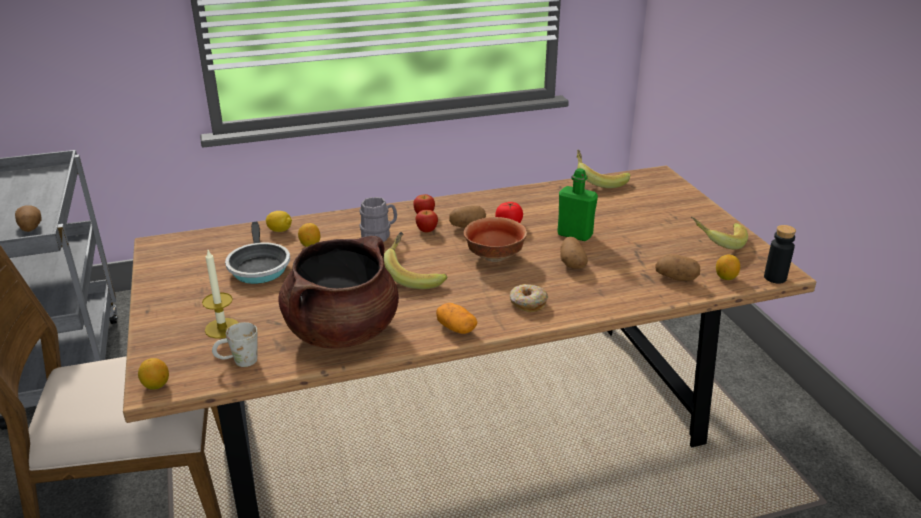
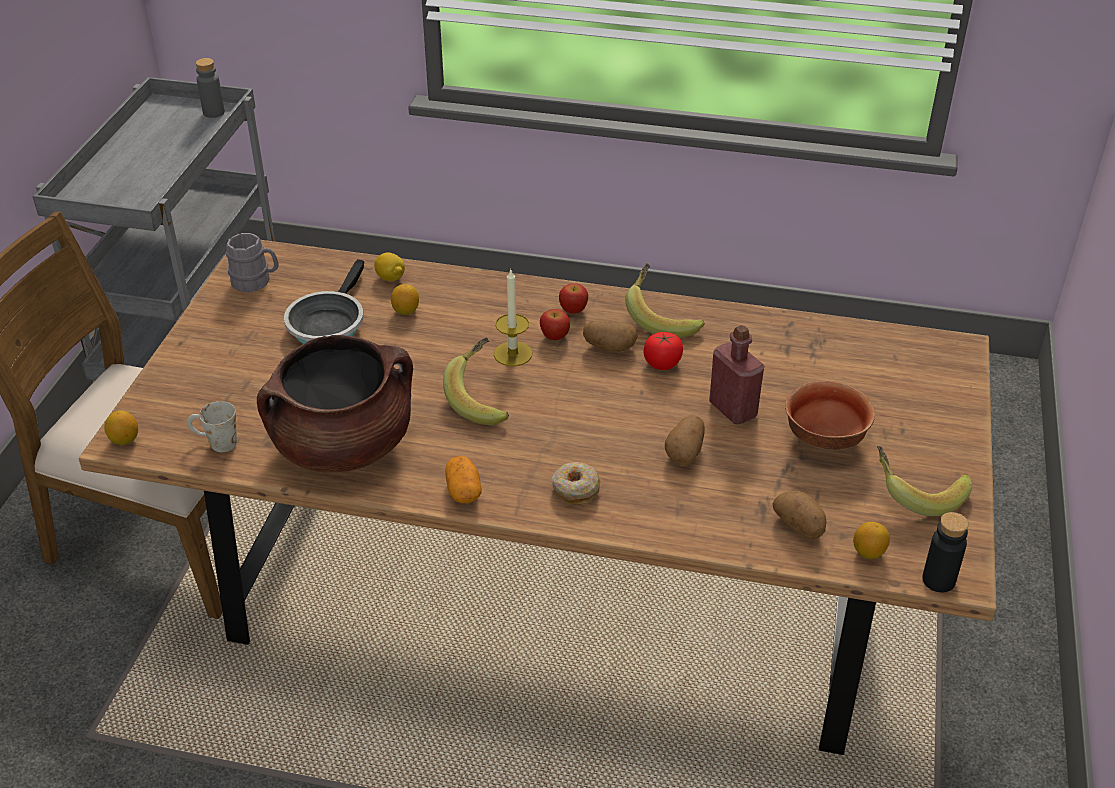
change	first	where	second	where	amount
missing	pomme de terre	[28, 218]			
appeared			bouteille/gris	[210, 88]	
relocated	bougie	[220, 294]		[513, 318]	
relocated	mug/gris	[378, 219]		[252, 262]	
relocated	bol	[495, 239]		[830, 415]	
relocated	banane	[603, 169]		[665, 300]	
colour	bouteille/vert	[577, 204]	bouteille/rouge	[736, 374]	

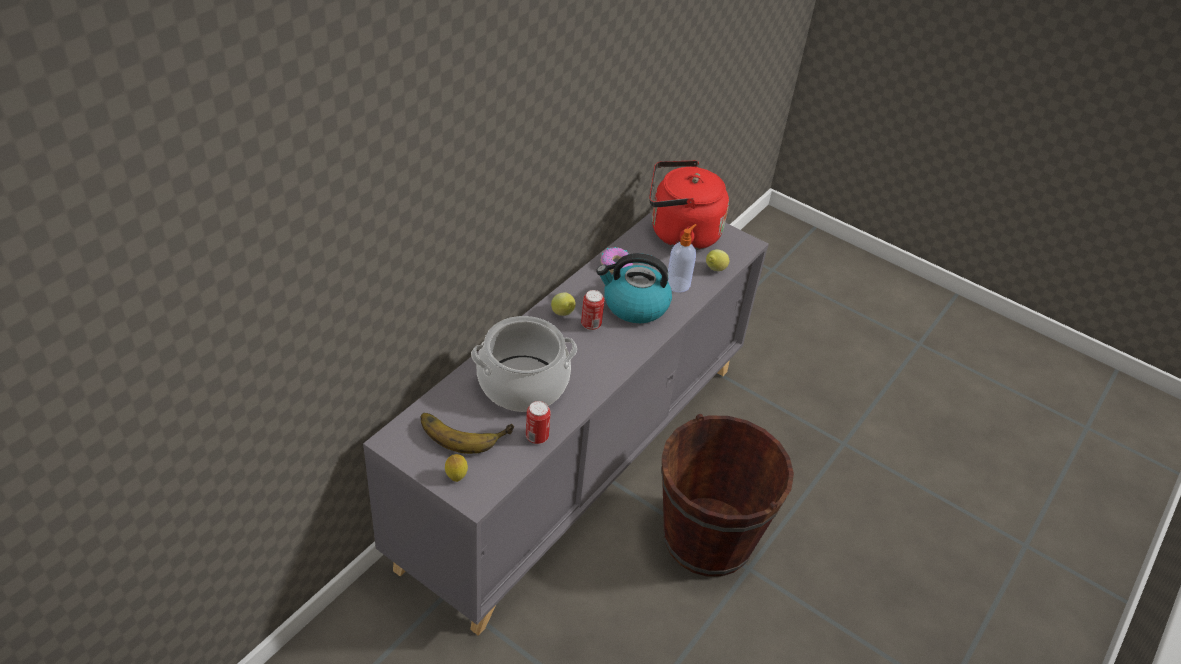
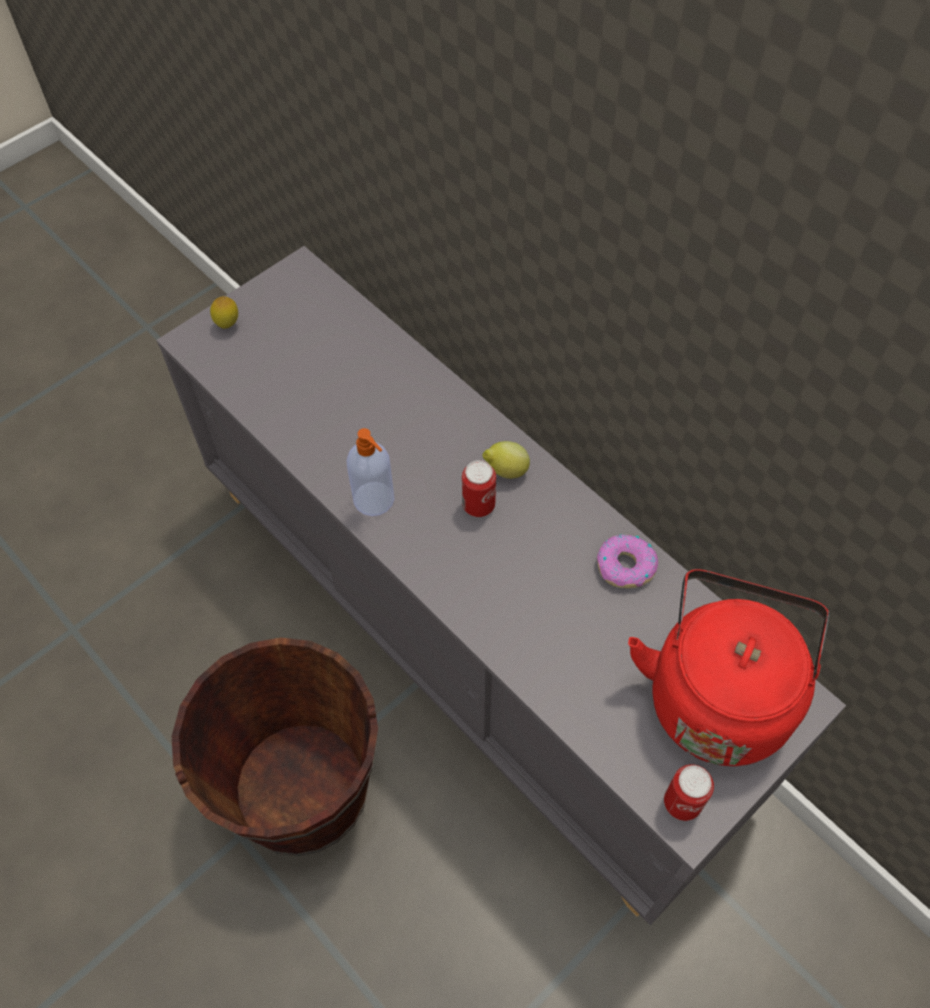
change	first	where	second	where	amount
missing	banane	[467, 433]			
missing	marmite	[524, 364]			
missing	bouilloire	[634, 288]			
missing	citron	[717, 260]			
relocated	boîte métallique	[538, 422]		[689, 792]	
relocated	distributeur de savon	[682, 258]		[370, 472]	

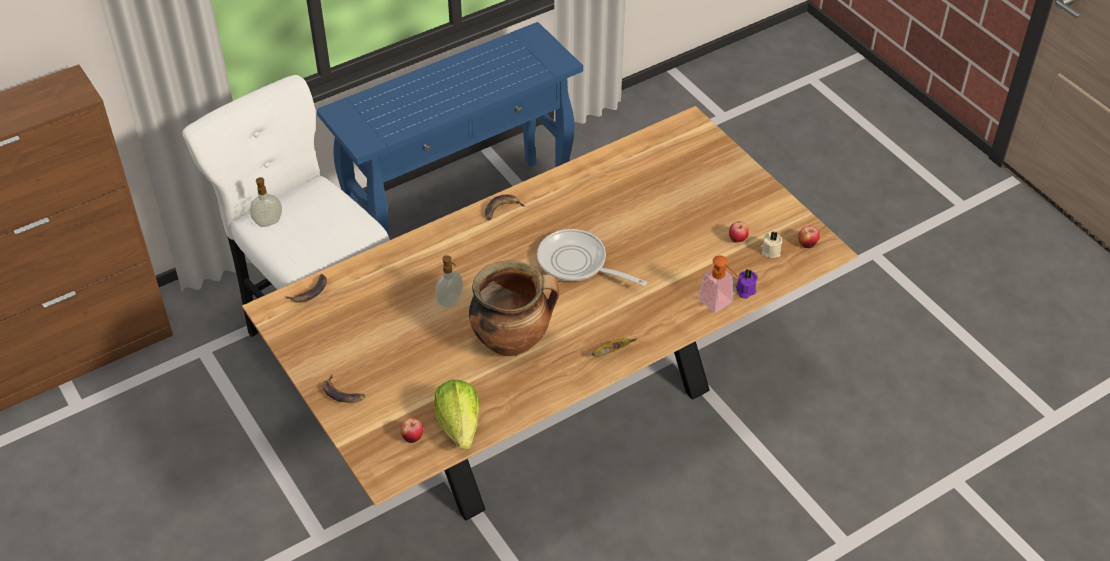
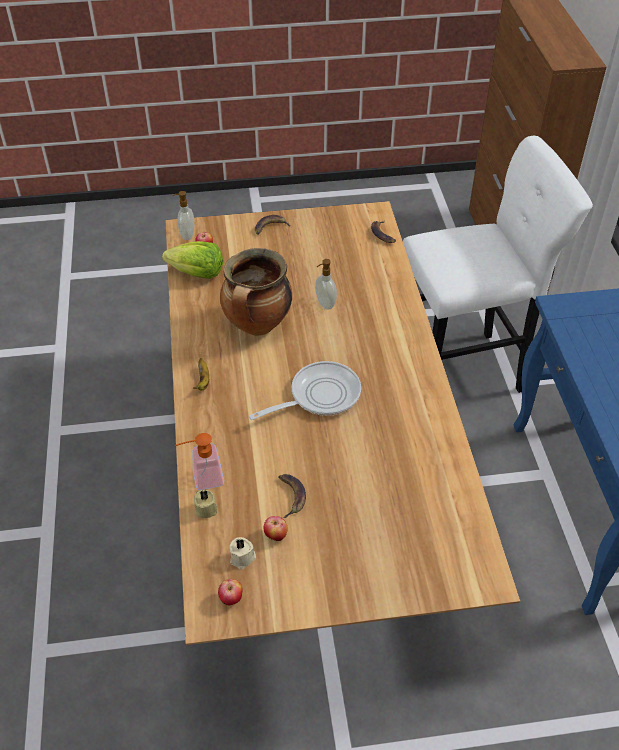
change	first	where	second	where	amount
relocated	distributeur de savon	[266, 202]		[183, 215]	
relocated	banane	[504, 207]		[292, 496]	
colour	bougie/violet	[747, 284]	bougie/beige	[205, 504]	

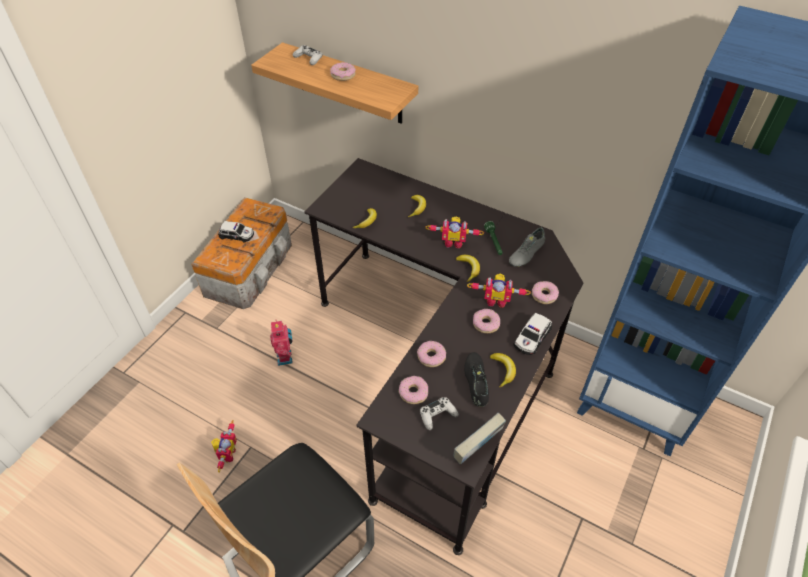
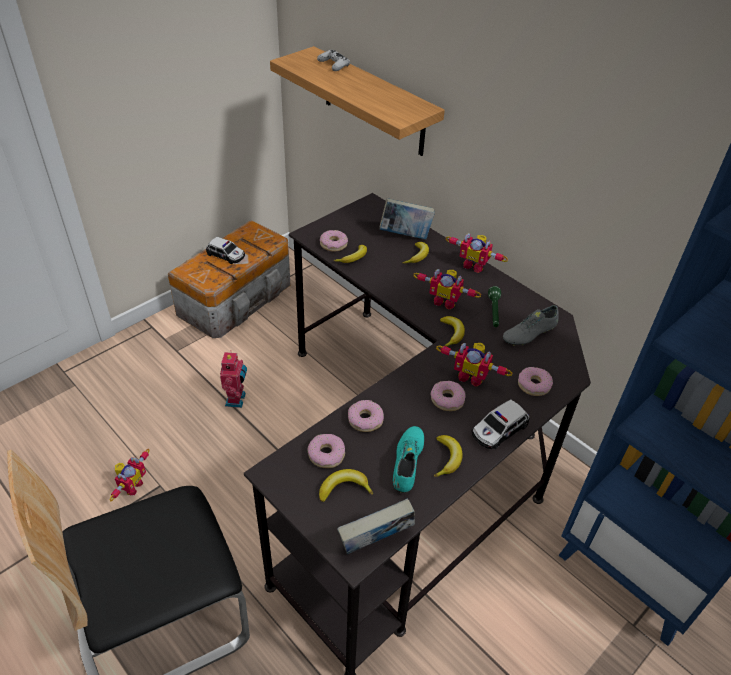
change	first	where	second	where	amount
appeared			livre	[407, 218]	
appeared			robot jouet	[477, 253]	
relocated	beignet	[343, 71]		[334, 241]	
exchanged	manette/blanc	[439, 413]	banane	[346, 485]	
colour	chaussure/noir	[476, 379]	chaussure/turquoise	[408, 459]	

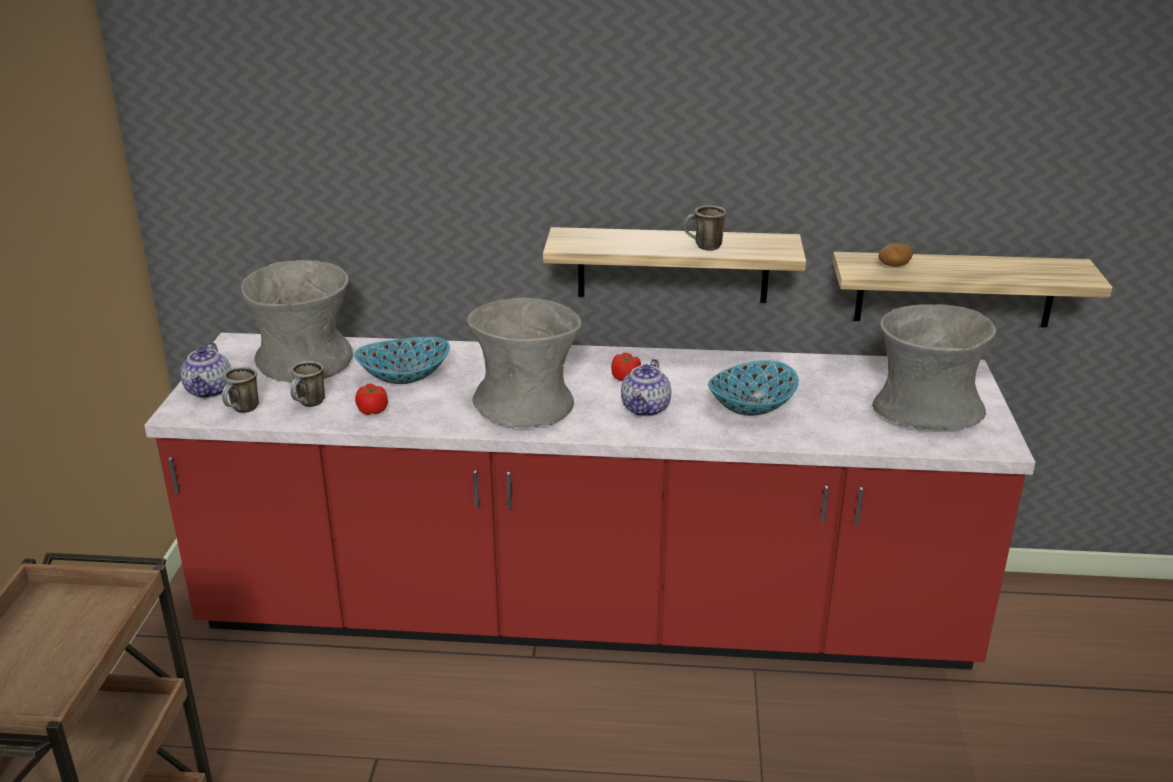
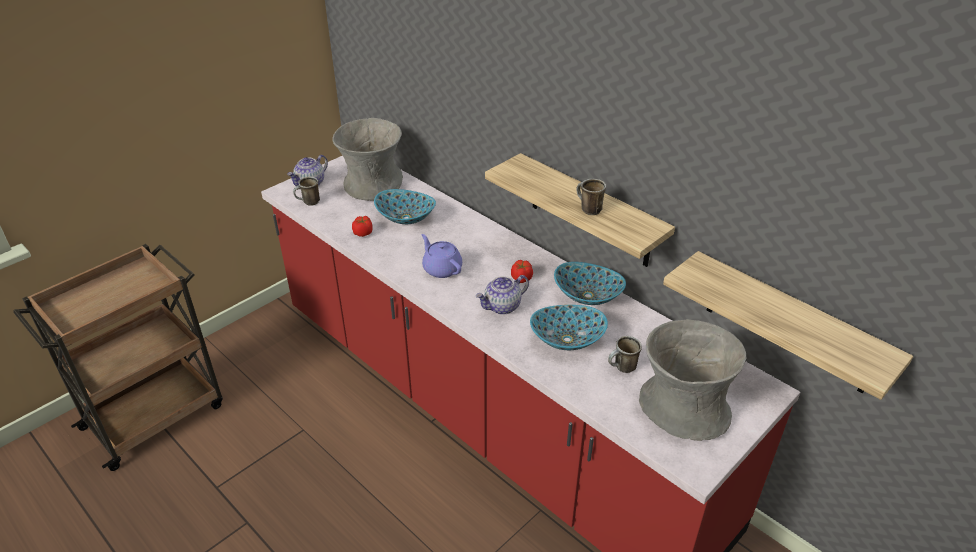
change	first	where	second	where	amount
missing	pomme de terre	[895, 255]			
appeared			bol	[590, 283]	
relocated	mug	[307, 384]		[625, 354]	
exchanged	vase/gris	[524, 362]	théière/violet	[442, 256]	

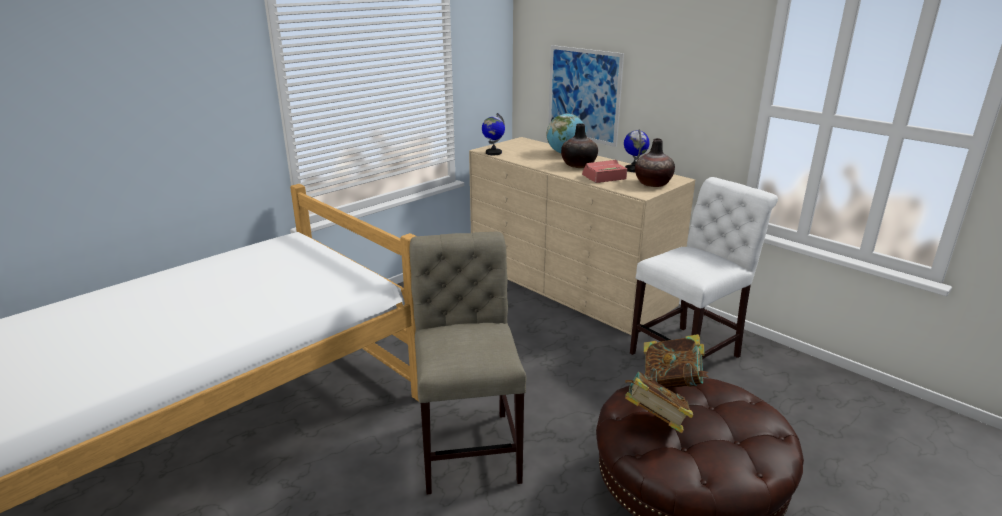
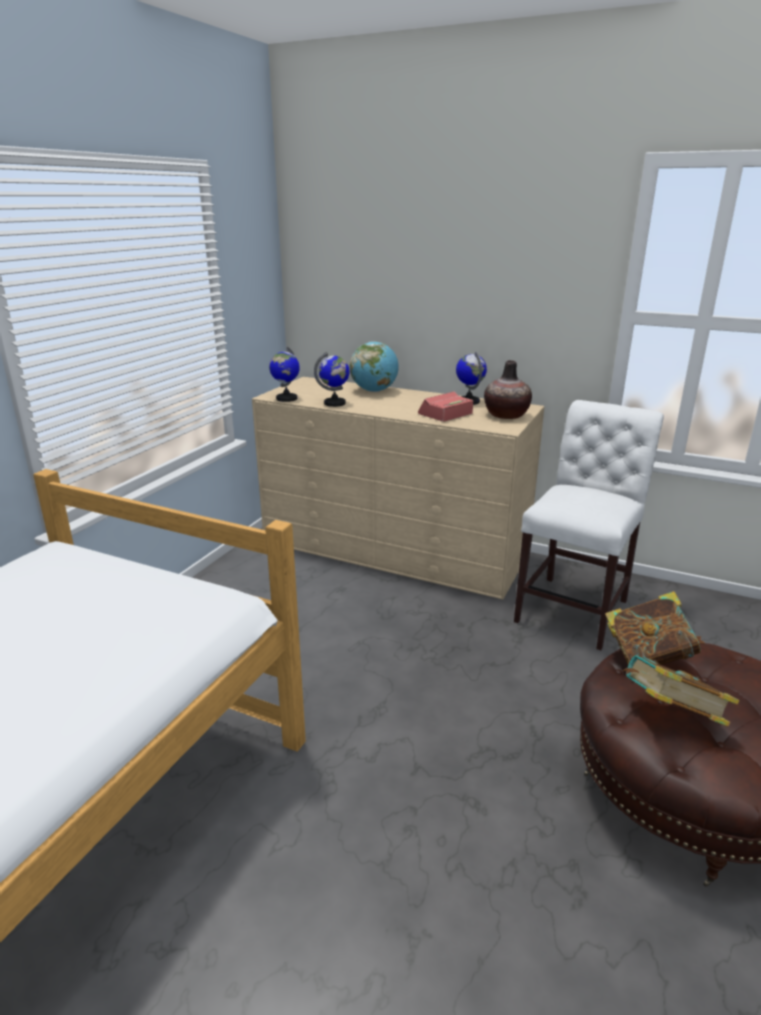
change	first	where	second	where	amount
missing	chaise/beige	[467, 363]			
missing	tableau	[586, 96]			
missing	vase	[579, 145]			
appeared			globe	[332, 379]	

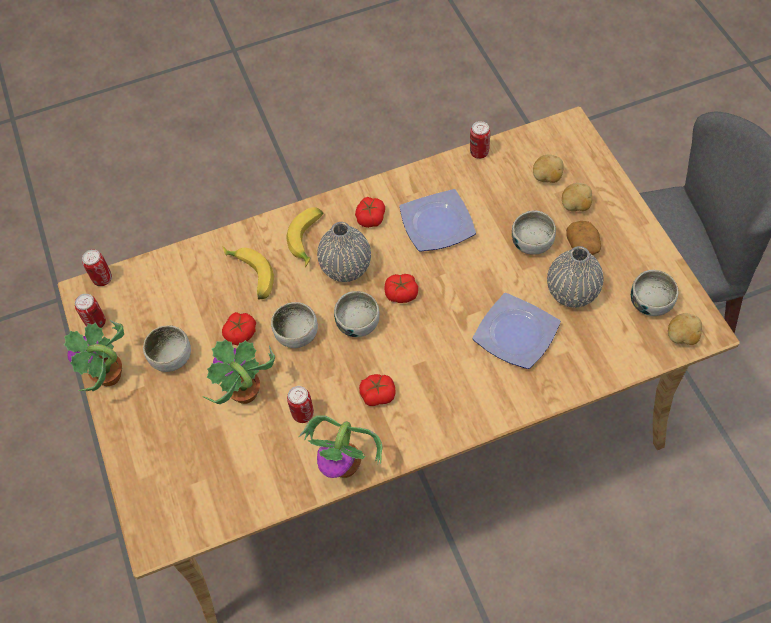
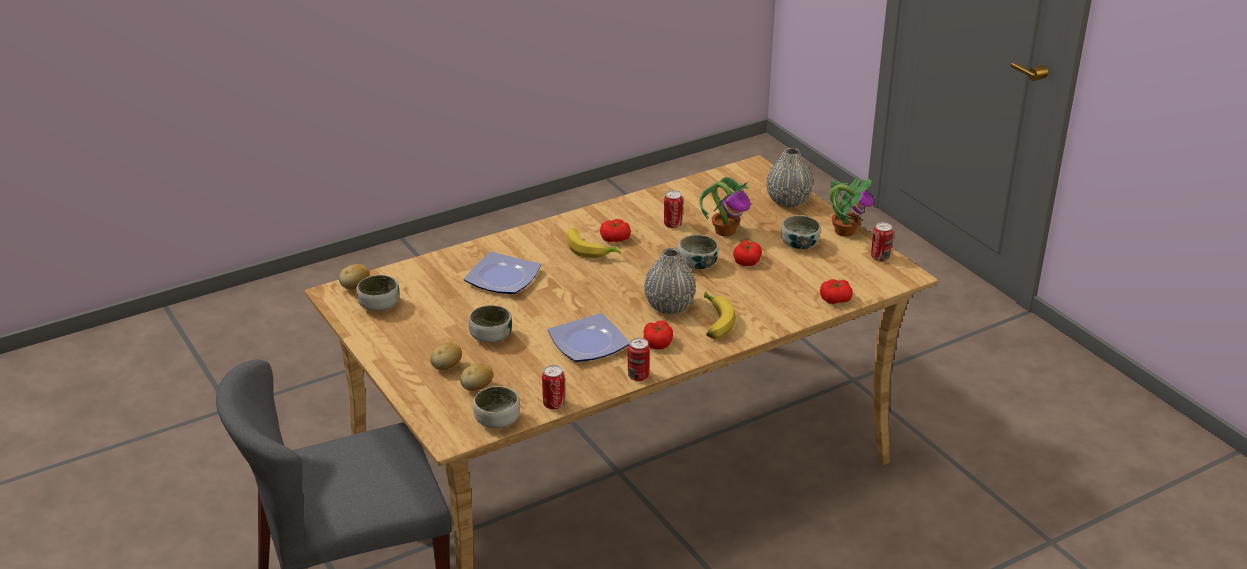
change	first	where	second	where	amount
missing	plante en pot	[340, 446]			
missing	pomme de terre	[583, 238]			
relocated	boîte métallique	[97, 267]		[639, 359]	
relocated	banane	[248, 273]		[594, 243]	
relocated	bol	[357, 314]		[496, 407]	
relocated	tomate	[401, 288]		[836, 291]	
relocated	vase/gris	[575, 277]		[789, 177]	

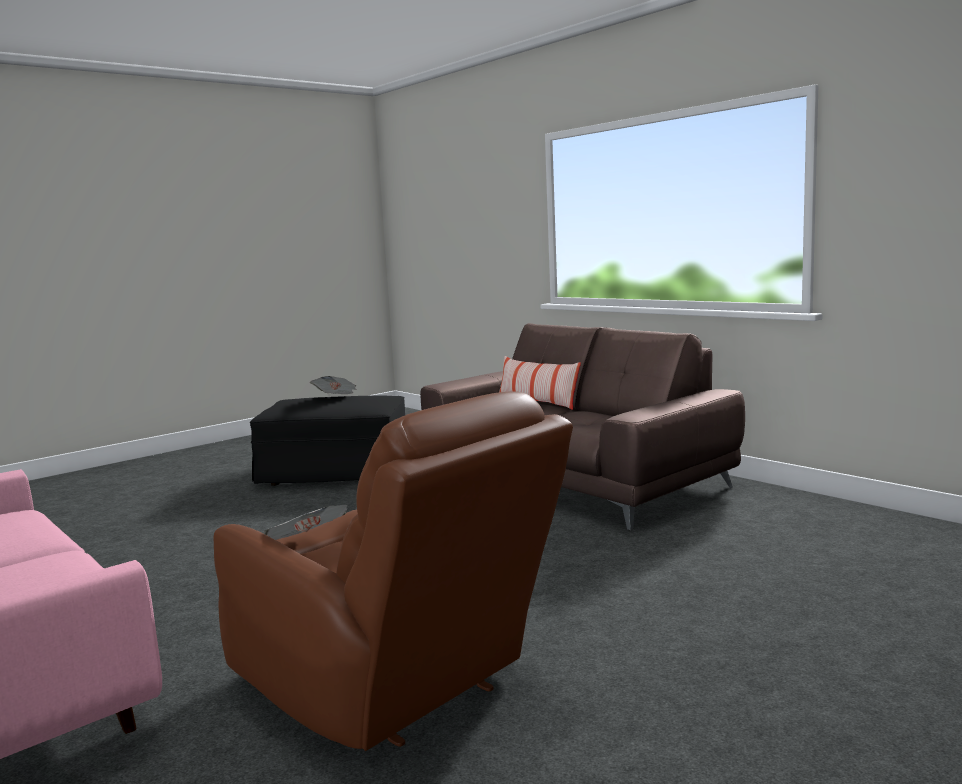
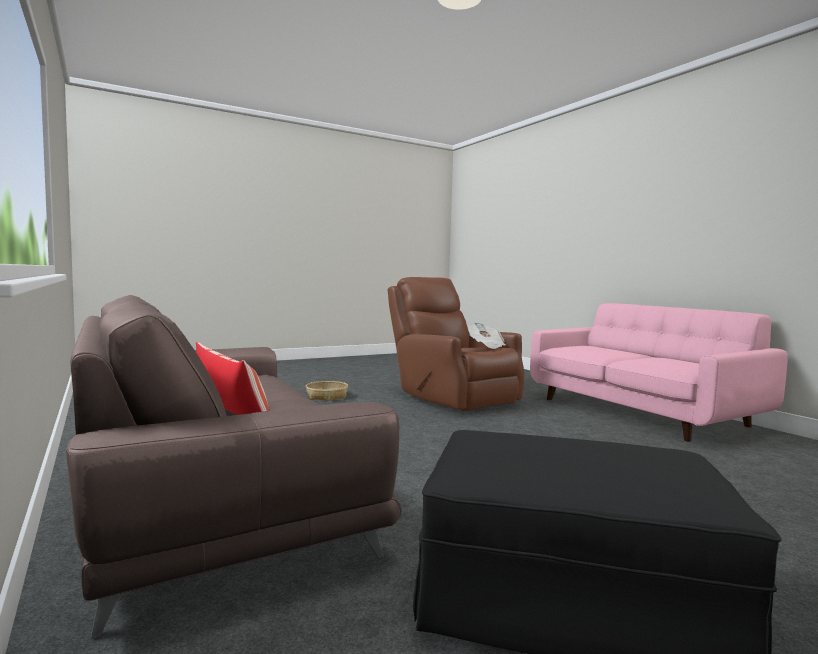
change	first	where	second	where	amount
missing	journal	[333, 385]			
appeared			panier	[327, 391]	

